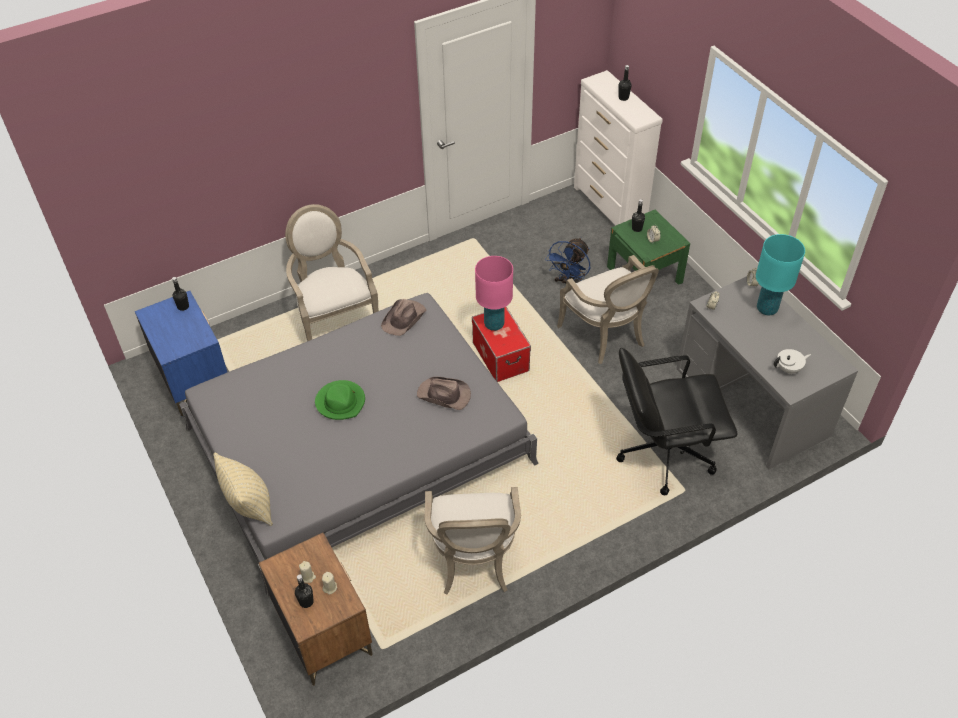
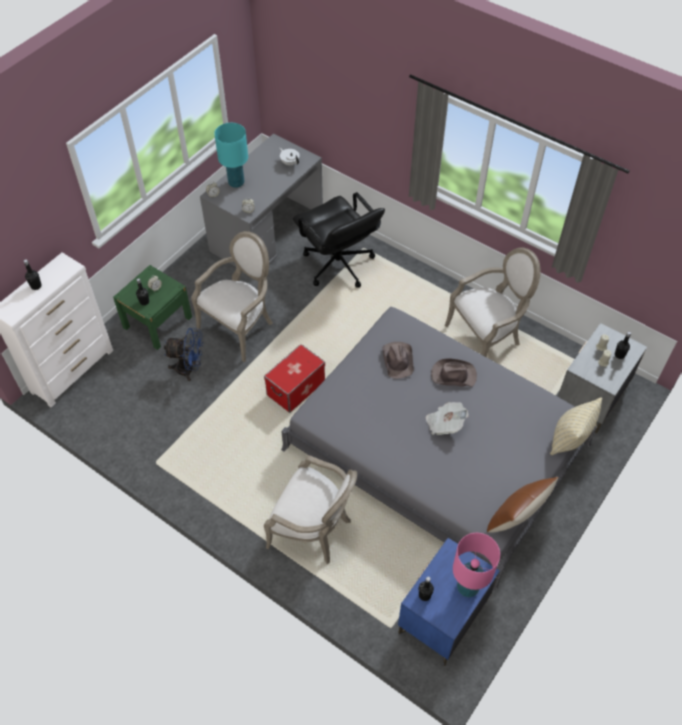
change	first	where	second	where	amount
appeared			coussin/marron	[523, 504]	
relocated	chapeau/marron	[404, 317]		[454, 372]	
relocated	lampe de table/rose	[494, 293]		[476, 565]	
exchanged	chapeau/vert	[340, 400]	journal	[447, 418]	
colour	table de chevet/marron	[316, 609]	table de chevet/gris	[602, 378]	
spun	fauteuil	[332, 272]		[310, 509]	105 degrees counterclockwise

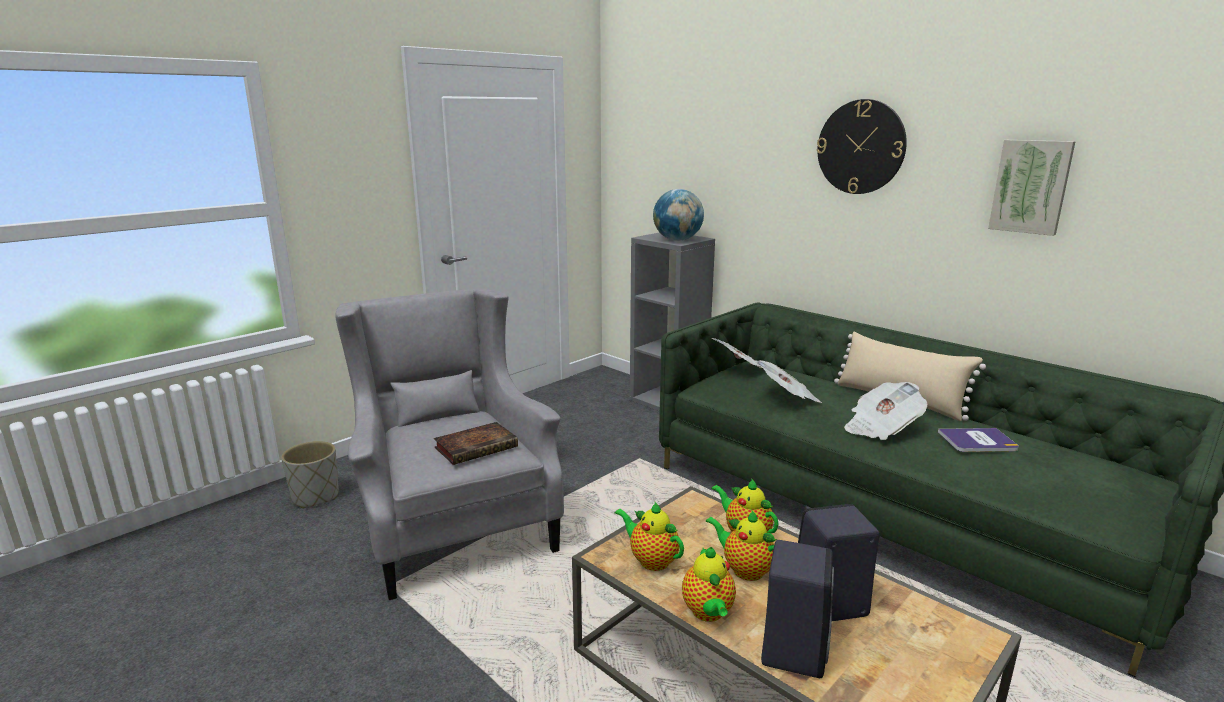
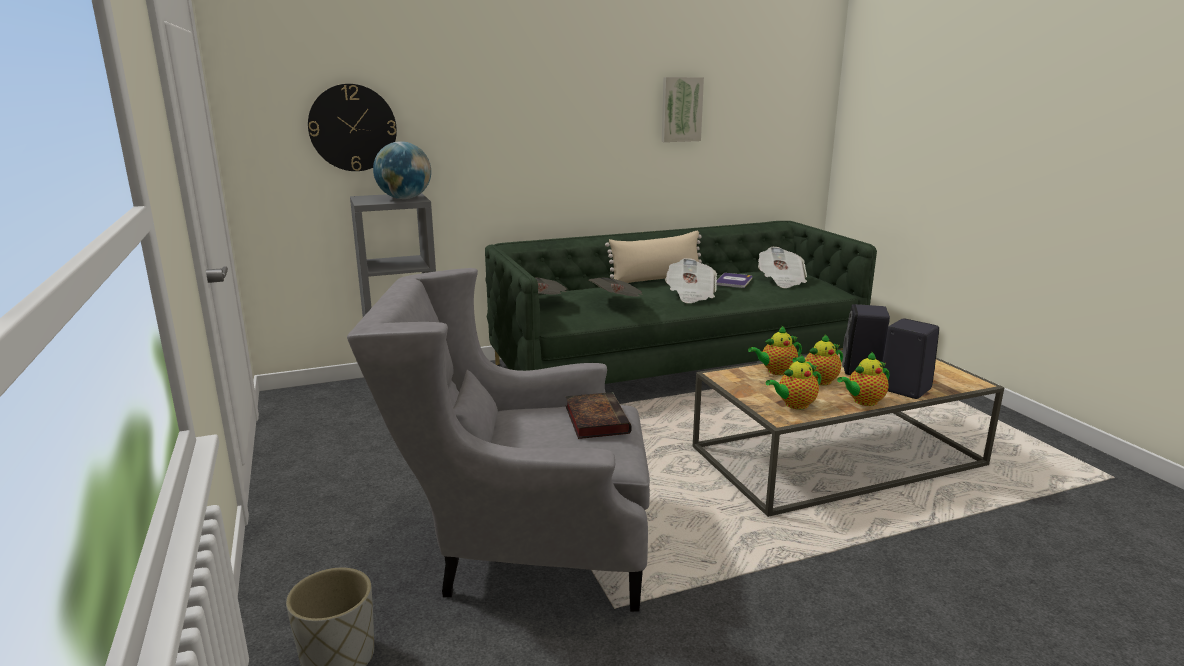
change	first	where	second	where	amount
appeared			journal	[782, 267]	
relocated	horloge murale	[862, 146]		[352, 127]	
spun	théière	[709, 584]		[863, 378]	135 degrees clockwise

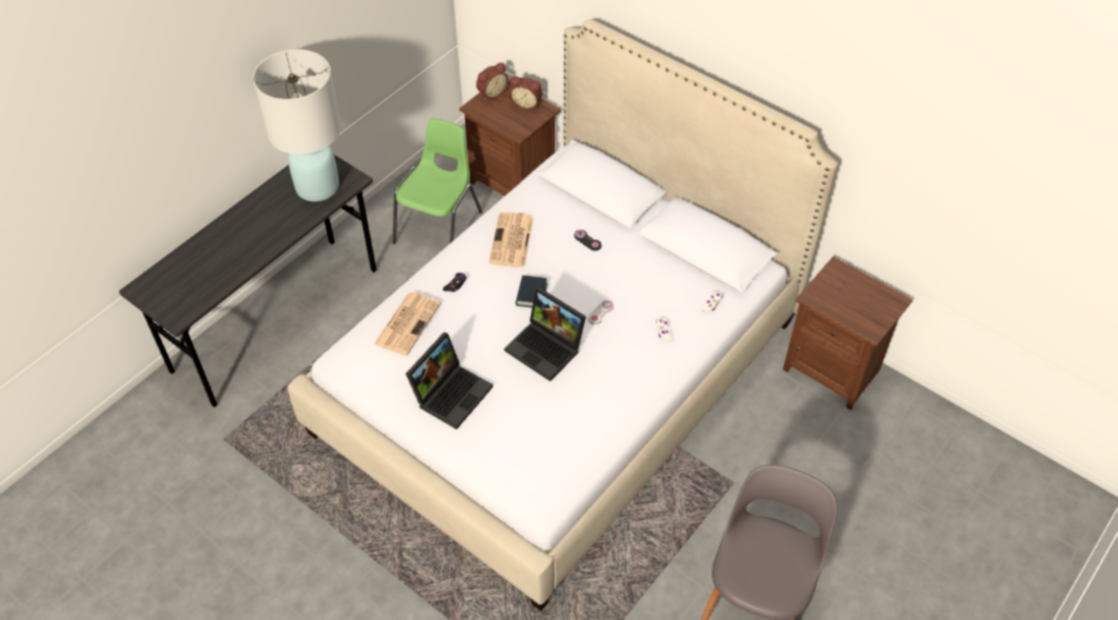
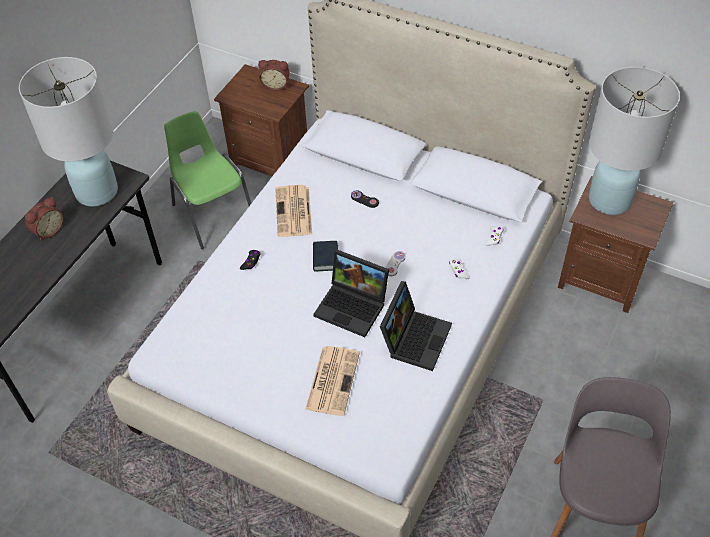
change	first	where	second	where	amount
appeared			lampe de table/blanc	[634, 141]	
relocated	journal	[407, 324]		[332, 381]	
relocated	ordinateur portable	[449, 380]		[416, 326]	
relocated	réveil	[492, 81]		[44, 218]	
spun	chaise/vert	[438, 181]		[207, 180]	45 degrees counterclockwise

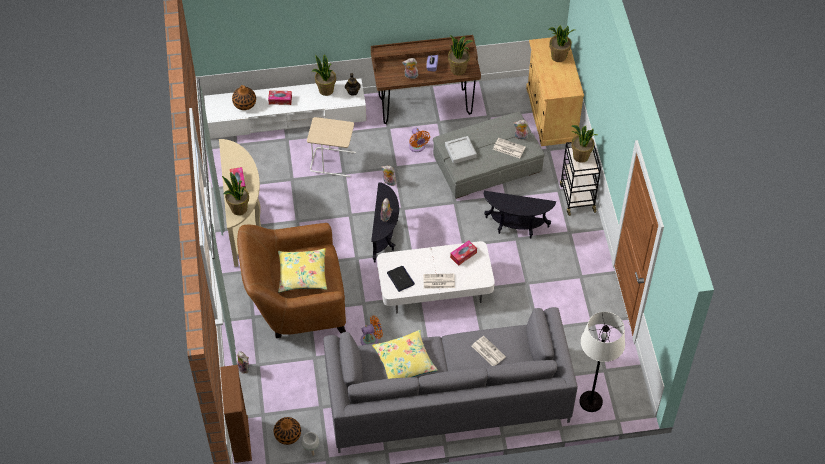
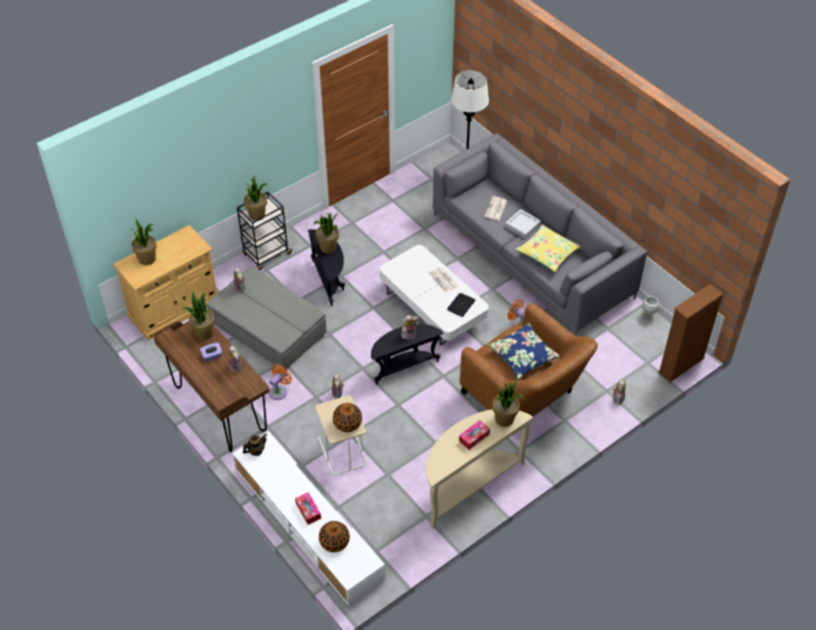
change	first	where	second	where	amount
missing	boîte à mouchoirs	[463, 253]			
missing	journal	[509, 148]			
relocated	vase	[287, 431]		[347, 417]	
relocated	plante en pot	[324, 75]		[326, 233]	
relocated	plateau/gris	[461, 150]		[523, 223]	
colour	coussin/jaune	[302, 270]	coussin/bleu	[524, 351]	

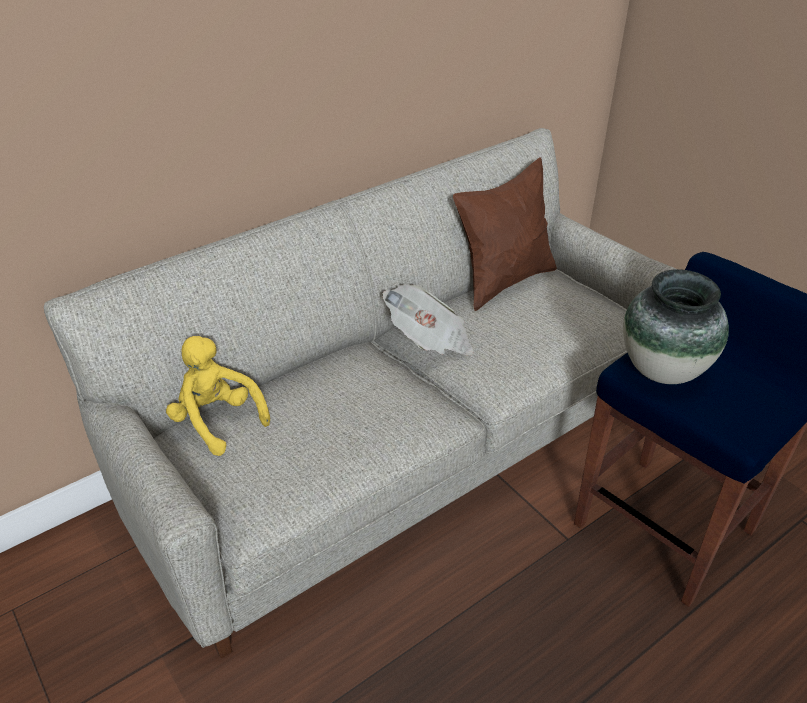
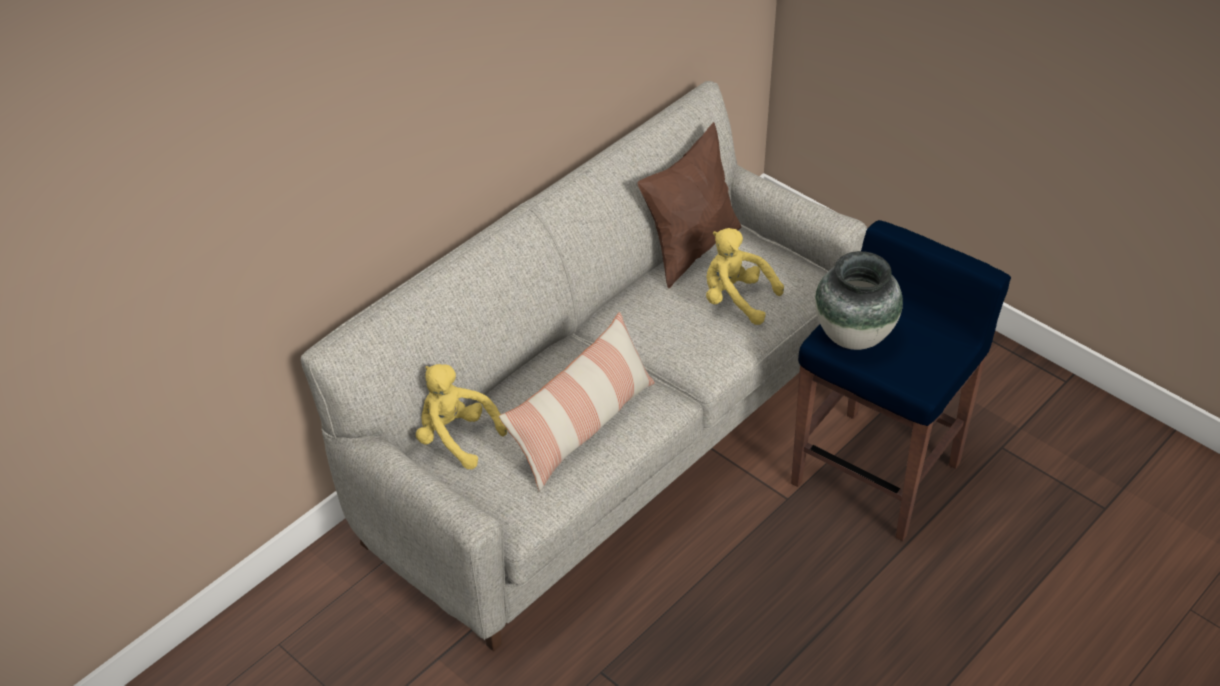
change	first	where	second	where	amount
missing	journal	[428, 319]			
appeared			coussin	[577, 401]	
appeared			peluche/jaune	[745, 276]	

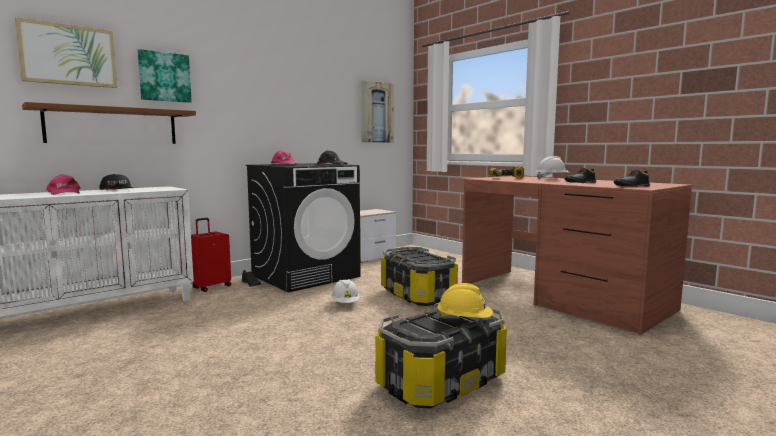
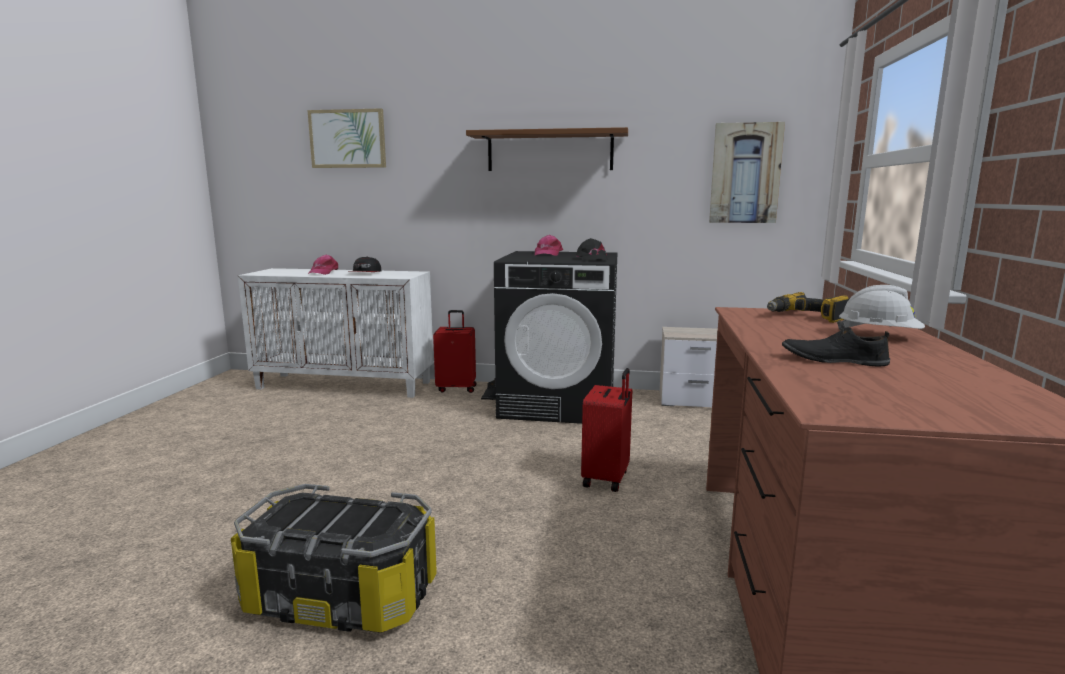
change	first	where	second	where	amount
missing	tableau	[164, 76]			
missing	casque de chantier/blanc	[345, 291]			
missing	casque de chantier/jaune	[464, 300]			
missing	chaussure/noir	[632, 178]			
relocated	étagère/marron	[109, 123]		[547, 149]	
exchanged	boîte de rangement	[419, 276]	valise/rouge	[606, 430]	

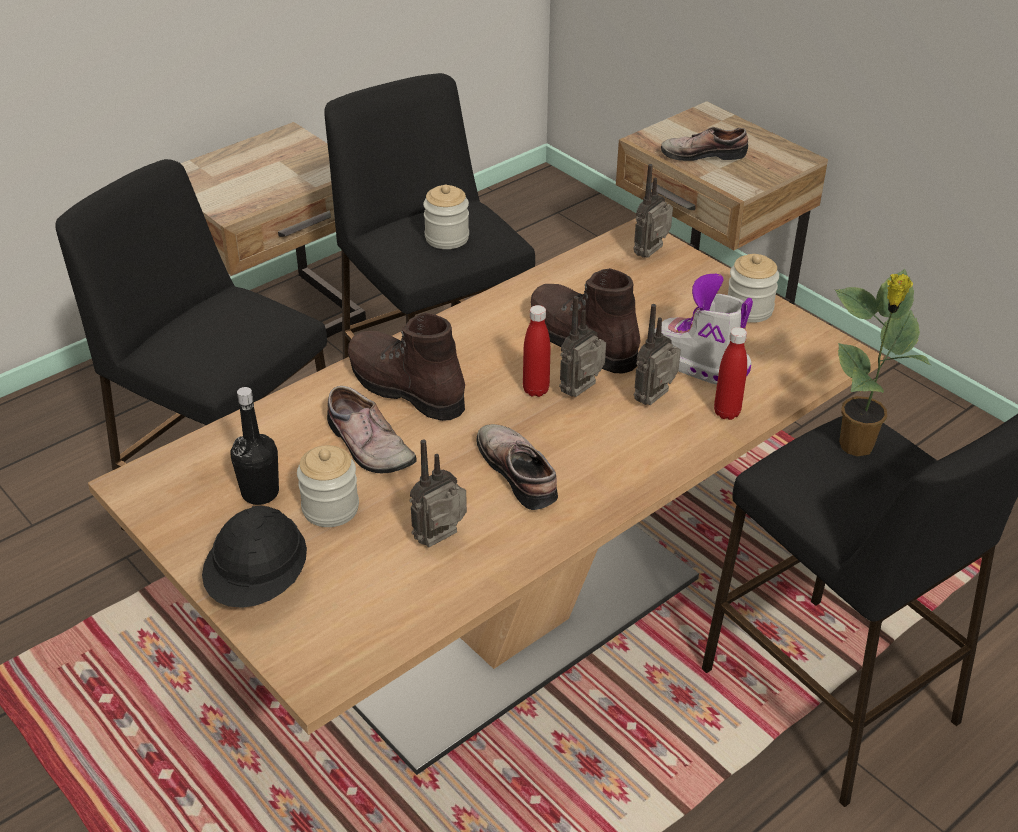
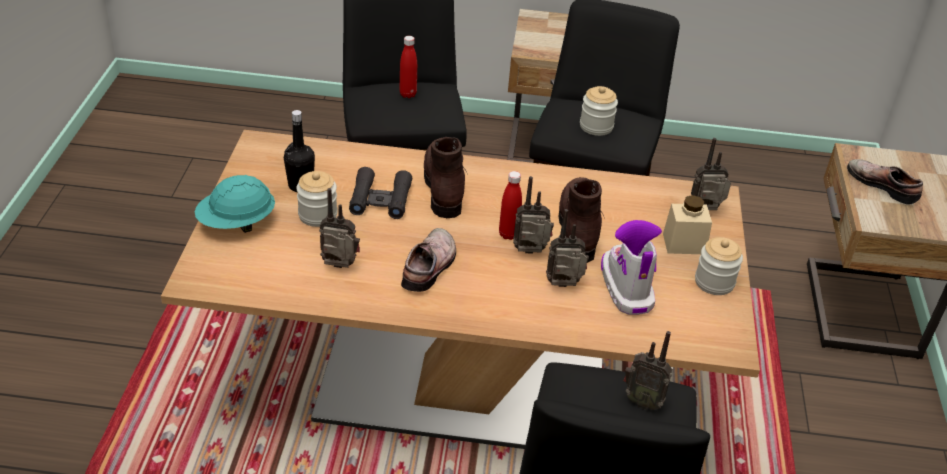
change	first	where	second	where	amount
appeared			bocal/beige	[687, 224]	
relocated	bouteille/rouge	[730, 373]		[408, 67]	
exchanged	chaussure	[372, 429]	jumelles/noir	[380, 193]	
exchanged	plante en pot	[883, 363]	radio	[647, 370]	
colour	casque de chantier/noir	[254, 557]	casque de chantier/turquoise	[235, 204]	

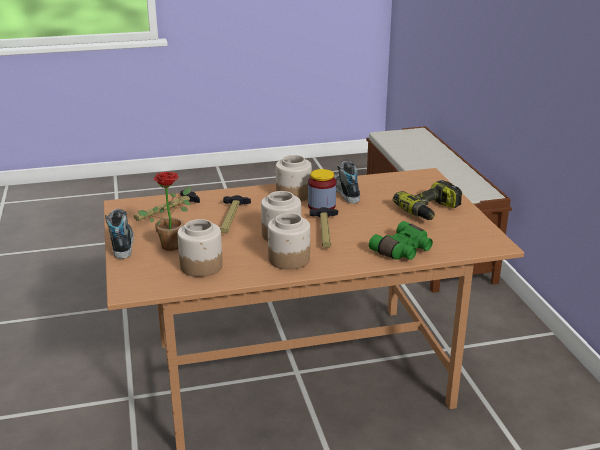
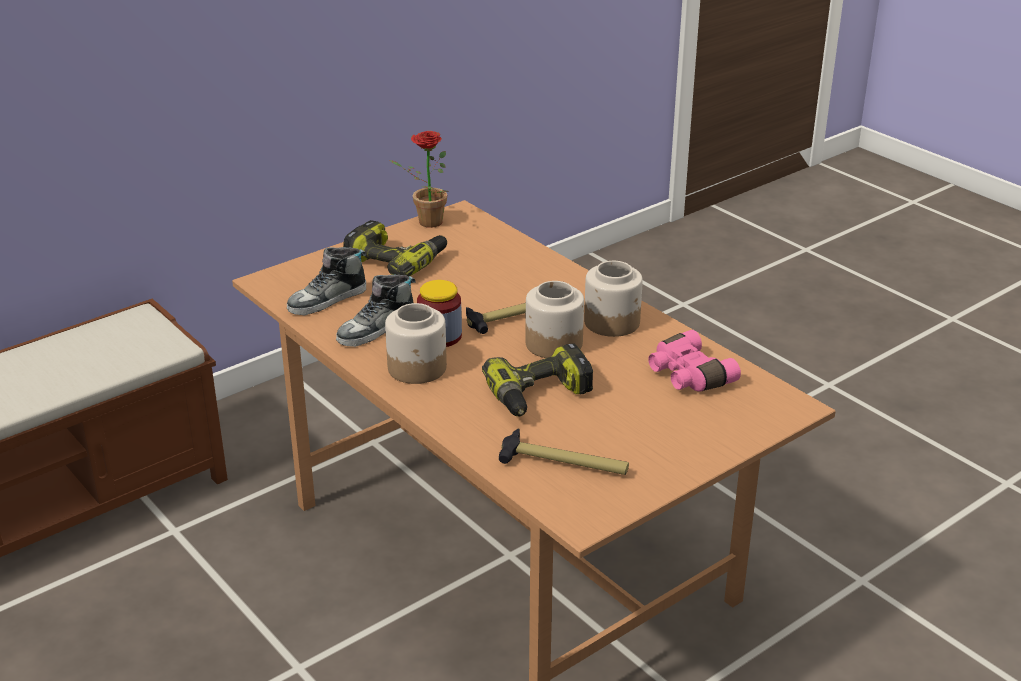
change	first	where	second	where	amount
missing	jumelles/vert	[401, 240]			
relocated	chaussure	[119, 234]		[326, 281]	
relocated	plante en pot	[164, 211]		[419, 179]	
exchanged	bocal	[200, 248]	jumelles/rose	[694, 361]	
exchanged	marteau	[235, 214]	perceuse	[537, 379]	

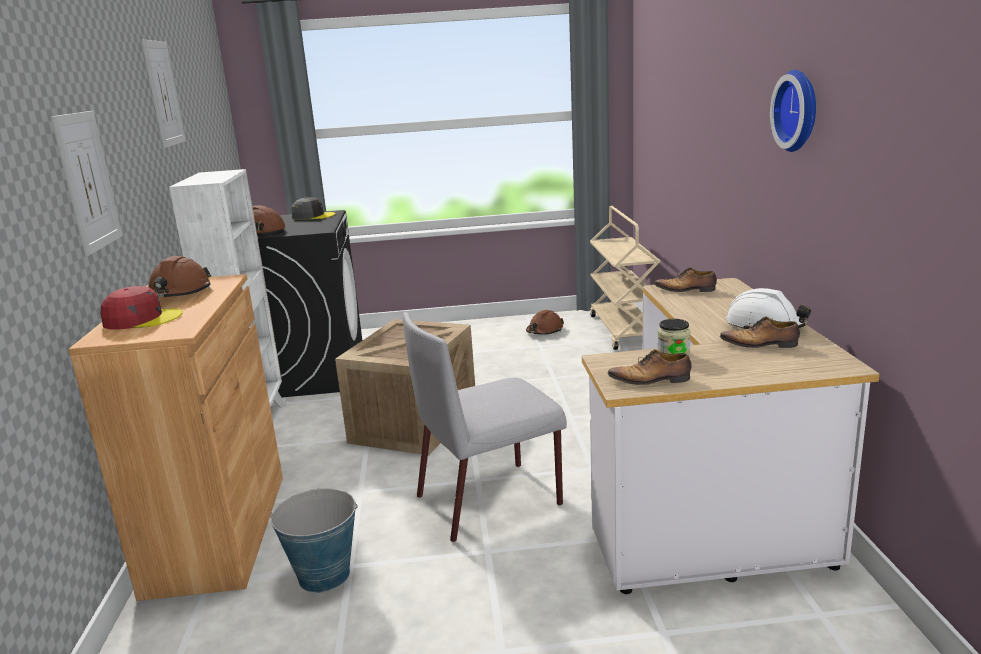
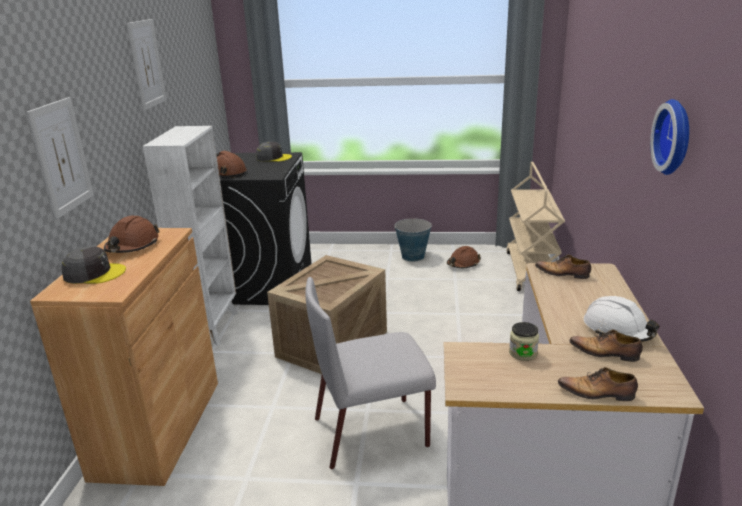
change	first	where	second	where	amount
relocated	seau	[314, 540]		[413, 240]	
relocated	chaussure	[649, 367]		[598, 384]	
colour	casquette/rouge	[141, 307]	casquette/gris	[93, 265]	

